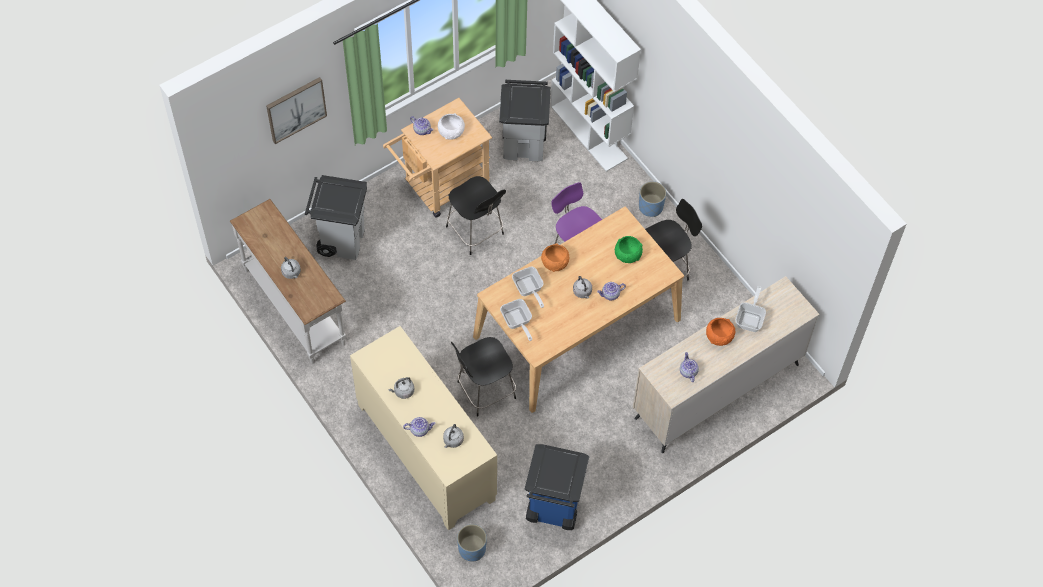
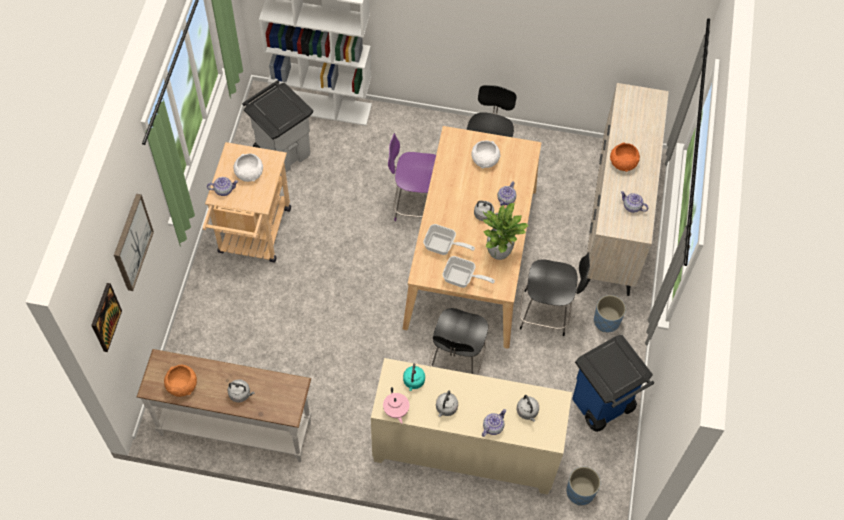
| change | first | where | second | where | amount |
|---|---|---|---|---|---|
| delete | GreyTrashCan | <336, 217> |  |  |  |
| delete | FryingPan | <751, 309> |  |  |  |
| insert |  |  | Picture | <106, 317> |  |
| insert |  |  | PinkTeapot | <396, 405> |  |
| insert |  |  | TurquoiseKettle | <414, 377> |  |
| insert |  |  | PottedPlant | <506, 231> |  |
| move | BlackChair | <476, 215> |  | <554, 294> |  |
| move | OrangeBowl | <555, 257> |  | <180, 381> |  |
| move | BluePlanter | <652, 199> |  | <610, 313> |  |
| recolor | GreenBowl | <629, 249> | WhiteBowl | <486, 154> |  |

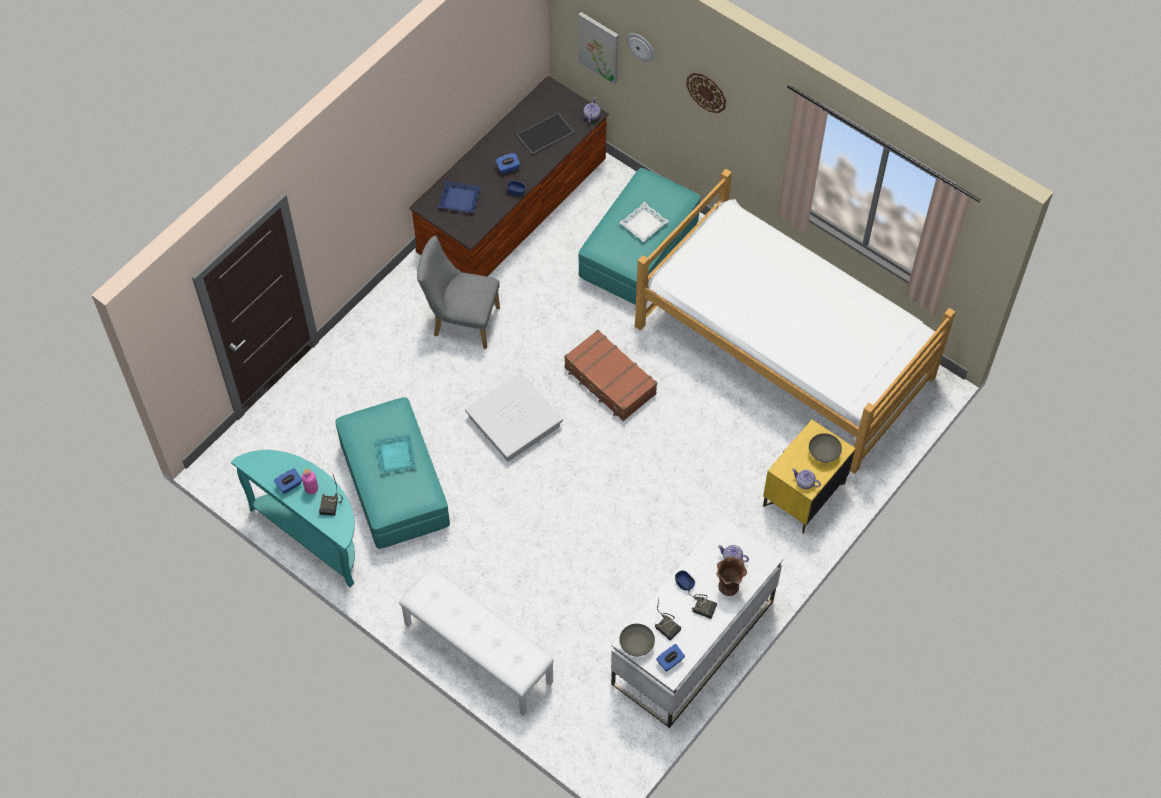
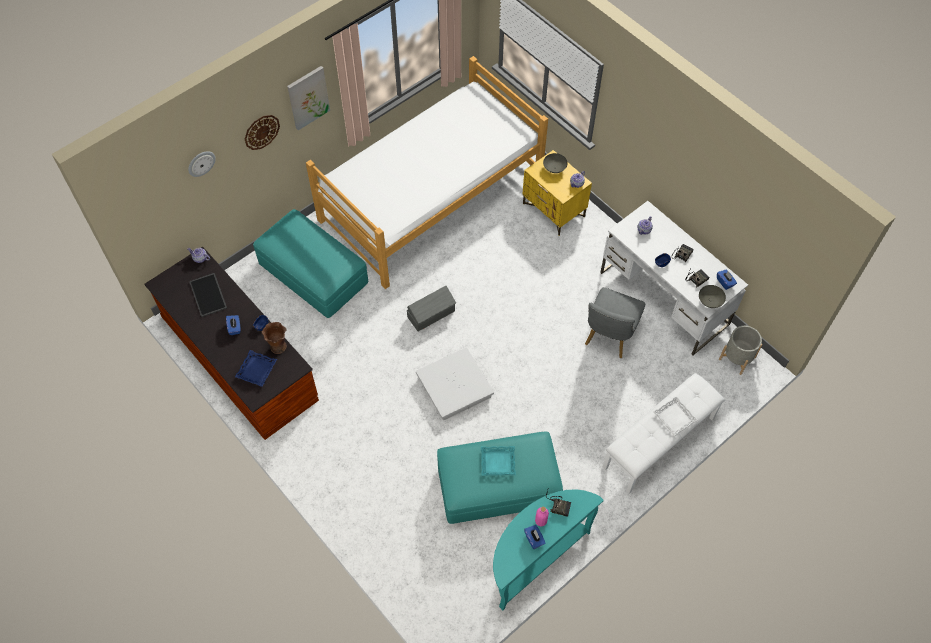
| change | first | where | second | where | amount |
|---|---|---|---|---|---|
| insert |  |  | GreyPlanter | <740, 350> |  |
| move | GreyChair | <458, 292> |  | <615, 322> |  |
| move | Picture | <598, 48> |  | <308, 98> |  |
| move | WhiteTray | <643, 222> |  | <675, 416> |  |
| move | BrownVase | <732, 576> |  | <274, 338> |  |
| replace | BrownSuitcase | <610, 375> | GreyStorageBox | <431, 308> |  |

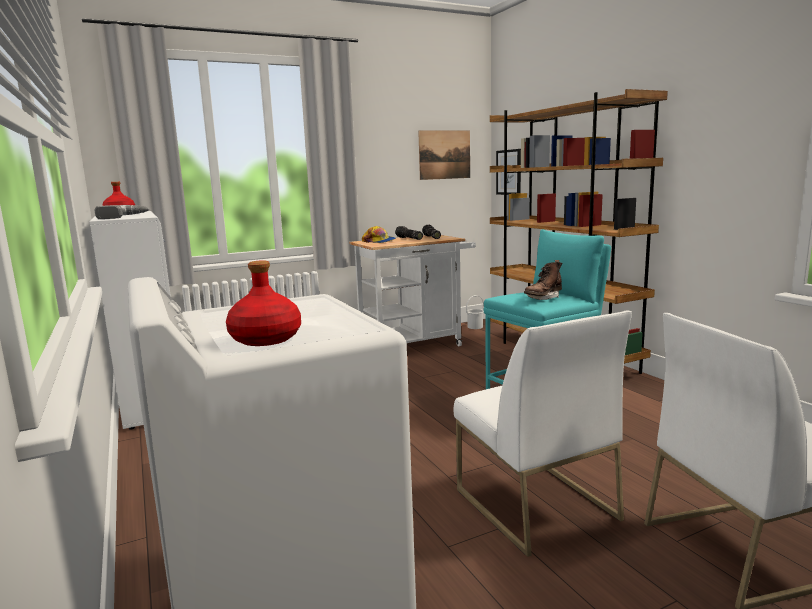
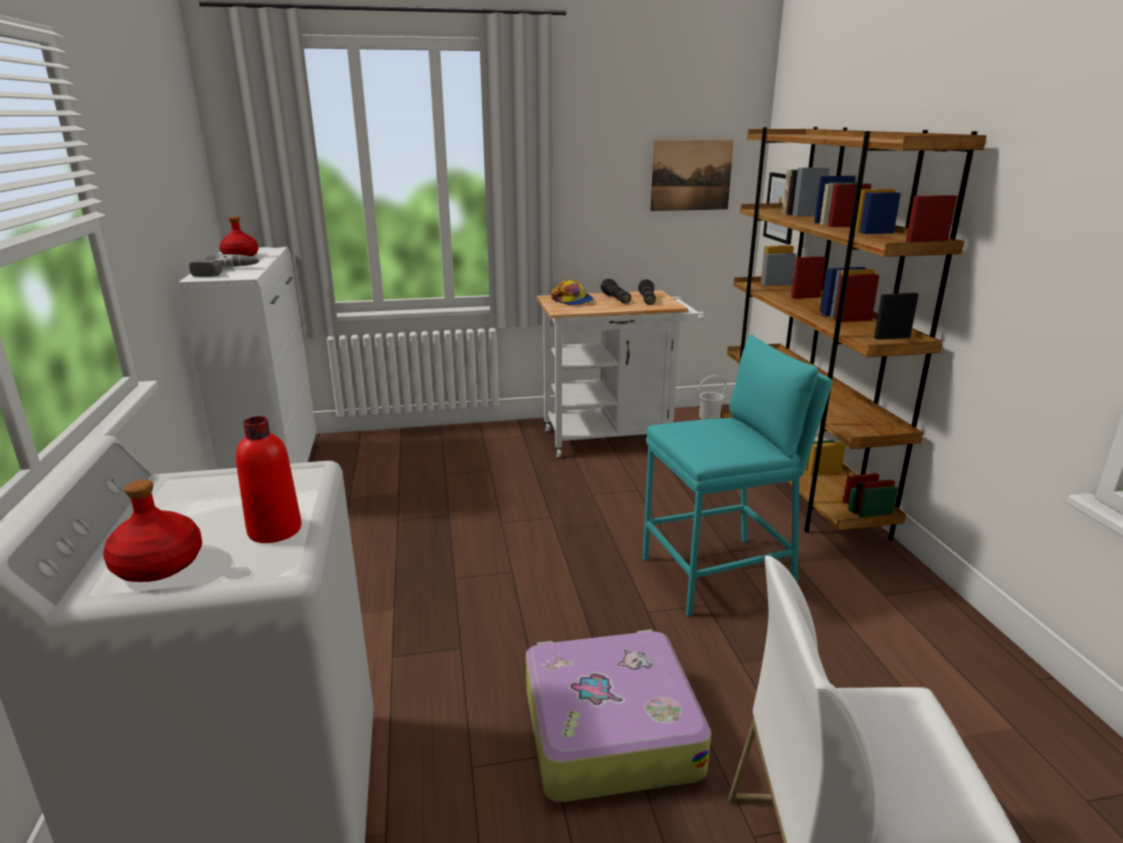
| change | first | where | second | where | amount |
|---|---|---|---|---|---|
| delete | BrownBoot | <543, 280> |  |  |  |
| insert |  |  | RedBottle | <269, 479> |  |
| replace | WhiteChair | <543, 434> | Suitcase | <618, 715> |  |

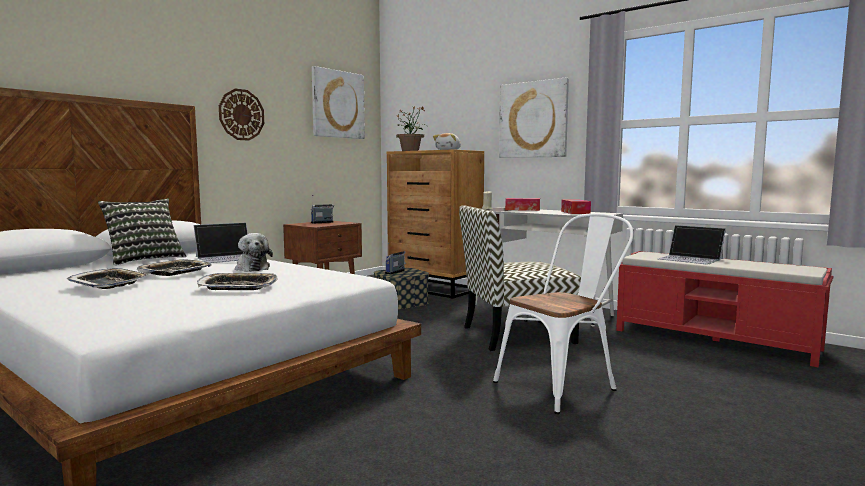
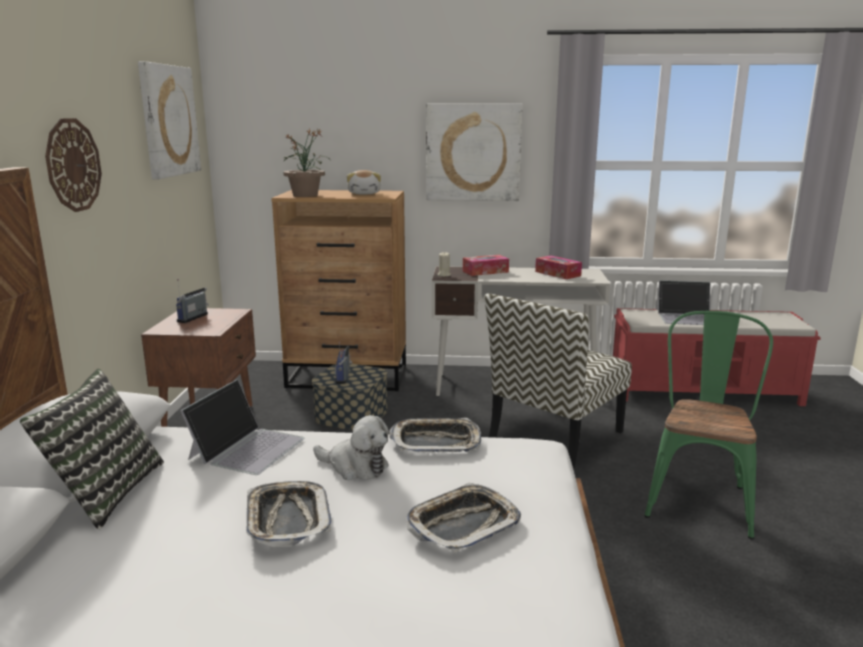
| change | first | where | second | where | amount |
|---|---|---|---|---|---|
| move | Tray | <107, 278> |  | <435, 435> |  |
| recolor | WhiteChair | <563, 313> | GreenChair | <708, 425> |  |

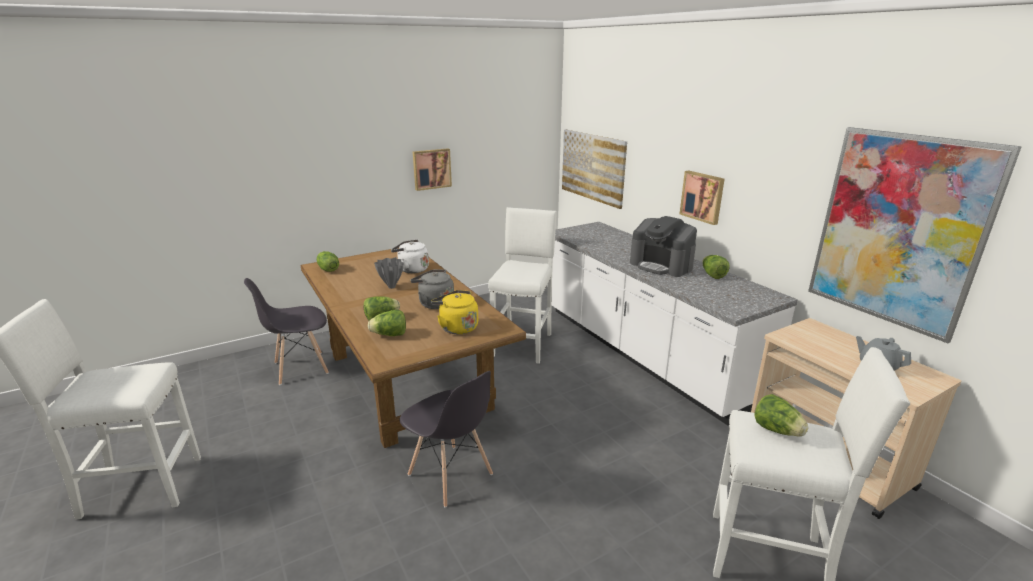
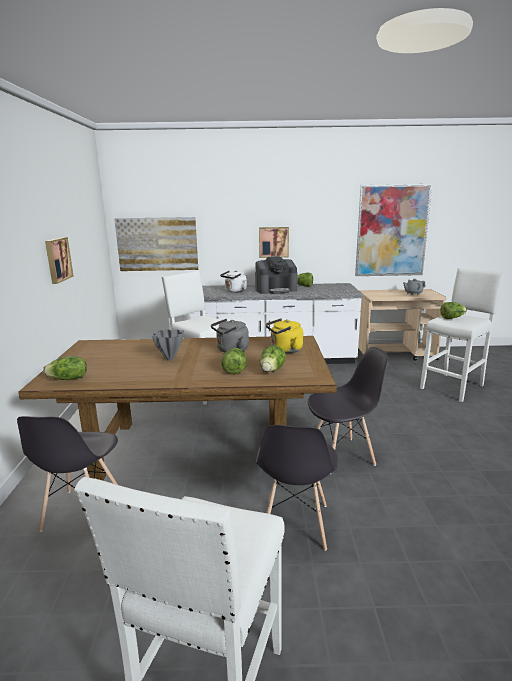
| change | first | where | second | where | amount |
|---|---|---|---|---|---|
| insert |  |  | GreyChair | <297, 488> |  |
| move | WhiteKettle | <410, 256> |  | <233, 281> |  |

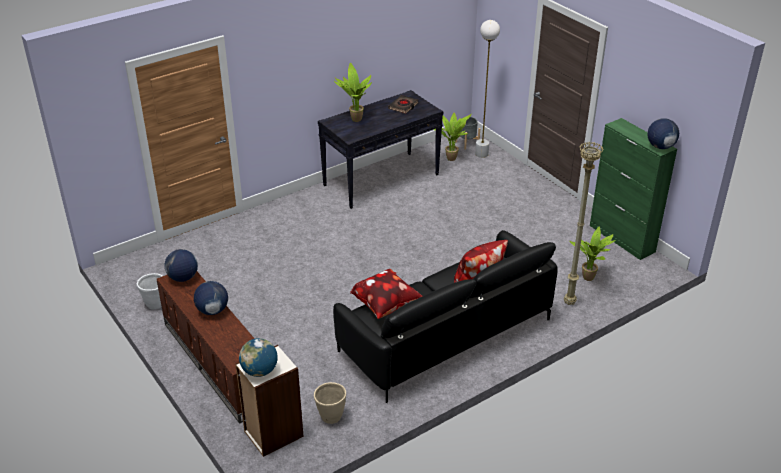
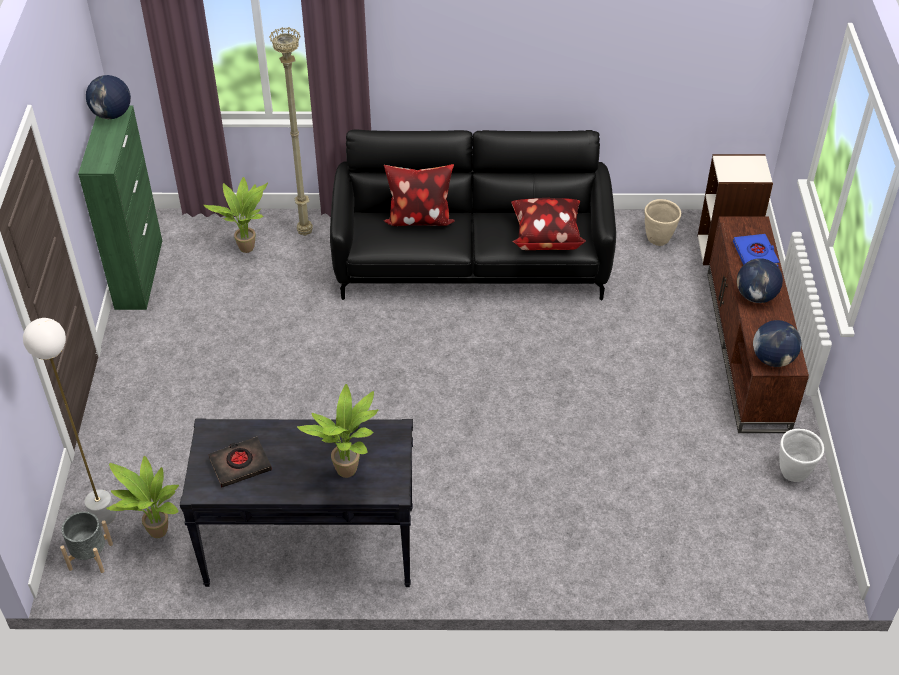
| change | first | where | second | where | amount |
|---|---|---|---|---|---|
| delete | Globe | <258, 357> |  |  |  |
| insert |  |  | BlueBook | <756, 250> |  |

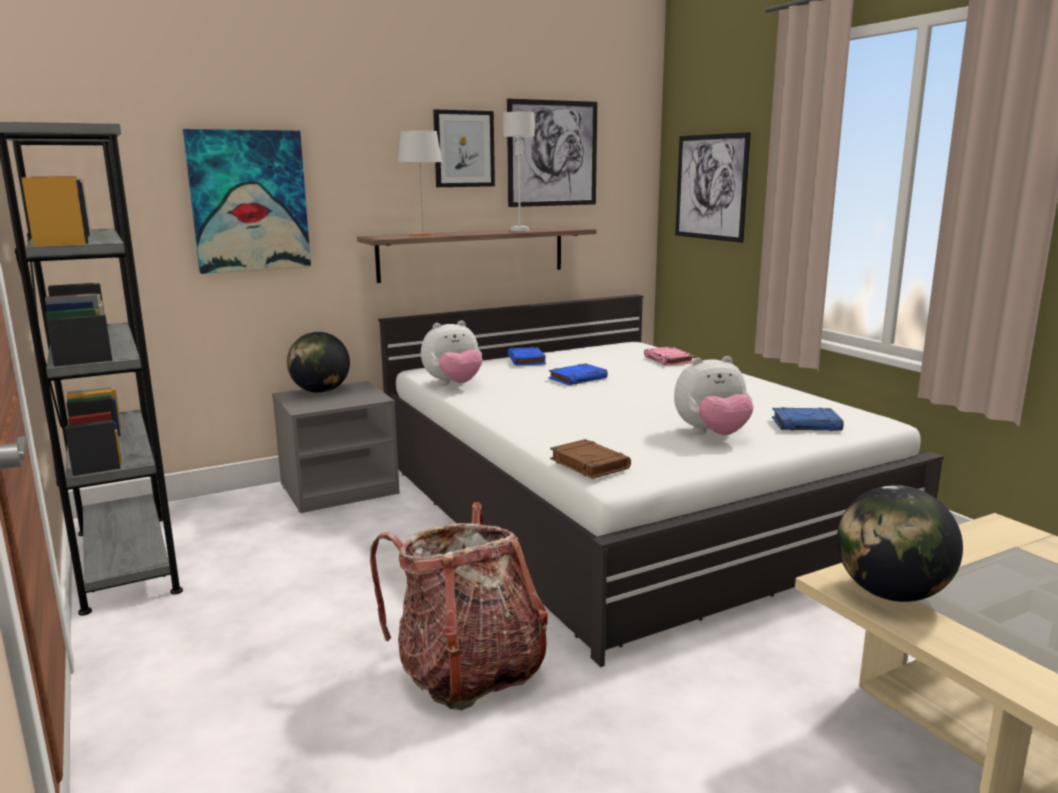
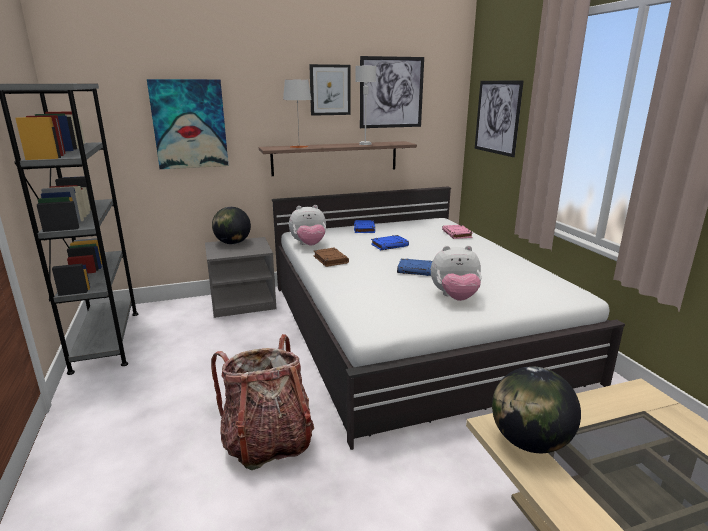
| change | first | where | second | where | amount |
|---|---|---|---|---|---|
| move | BrownBook | <590, 459> |  | <331, 257> |  |
| move | BlueBook | <807, 419> |  | <414, 267> |  |

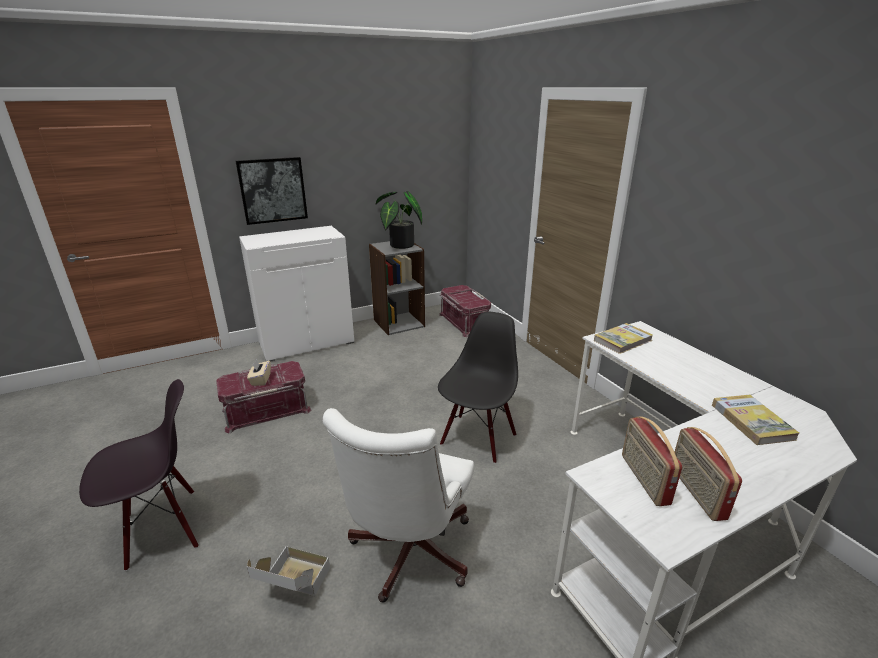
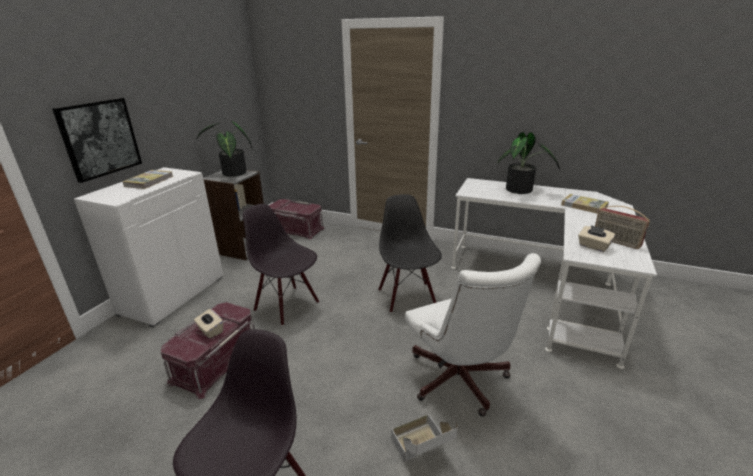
| change | first | where | second | where | amount |
|---|---|---|---|---|---|
| insert |  |  | BlackChair | <281, 265> |  |
| insert |  |  | PottedPlant | <528, 163> |  |
| move | Book | <623, 338> |  | <148, 179> |  |
| replace | Radio | <652, 461> | BeigeTissueBox | <597, 238> |  |

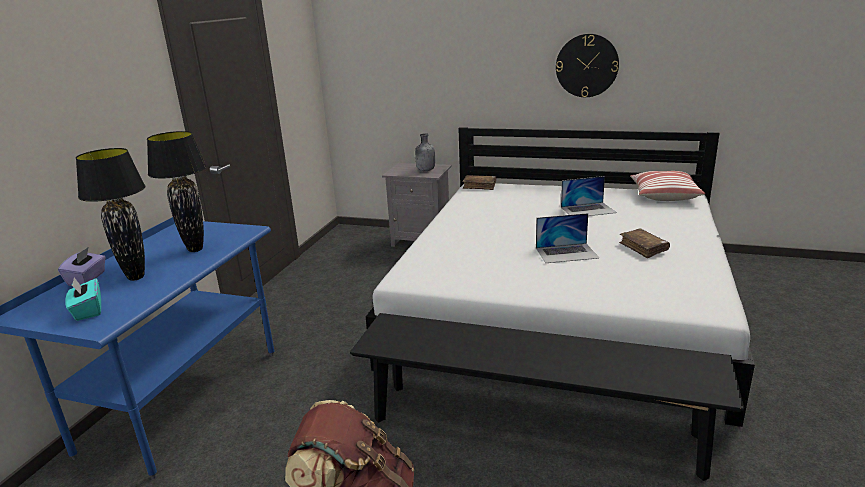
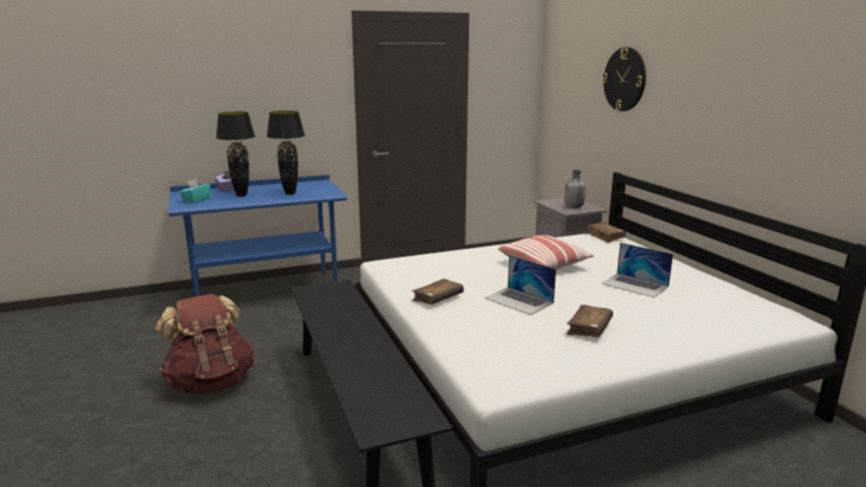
| change | first | where | second | where | amount |
|---|---|---|---|---|---|
| insert |  |  | BrownBook | <438, 292> |  |
| move | WallClock | <587, 65> |  | <624, 79> |  |
| move | Pillow | <667, 186> |  | <546, 252> |  |

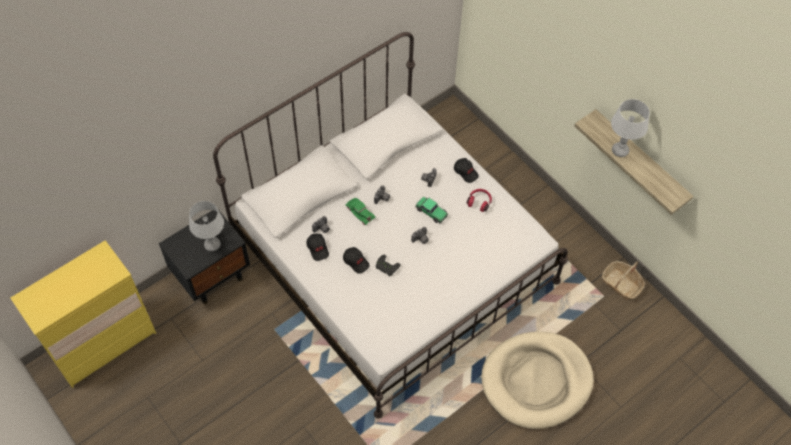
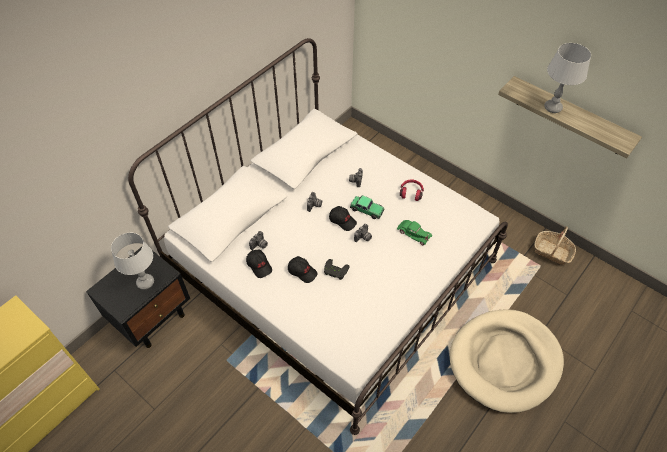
| change | first | where | second | where | amount |
|---|---|---|---|---|---|
| move | GreenToyCar | <361, 211> |  | <414, 232> |  |
| move | BlackCap | <466, 170> |  | <343, 218> |  |

